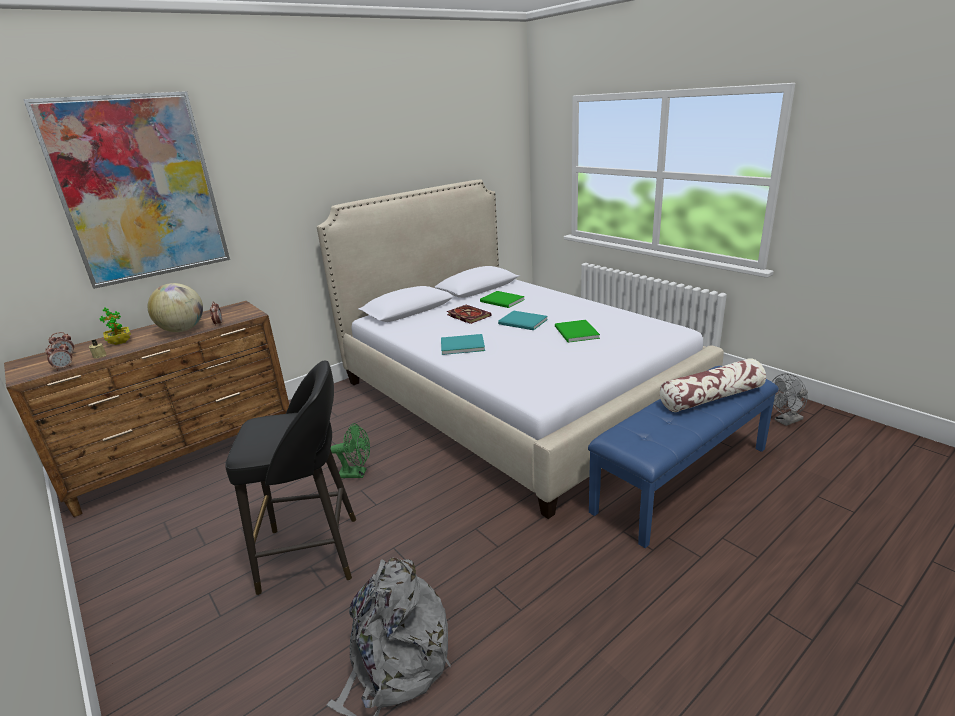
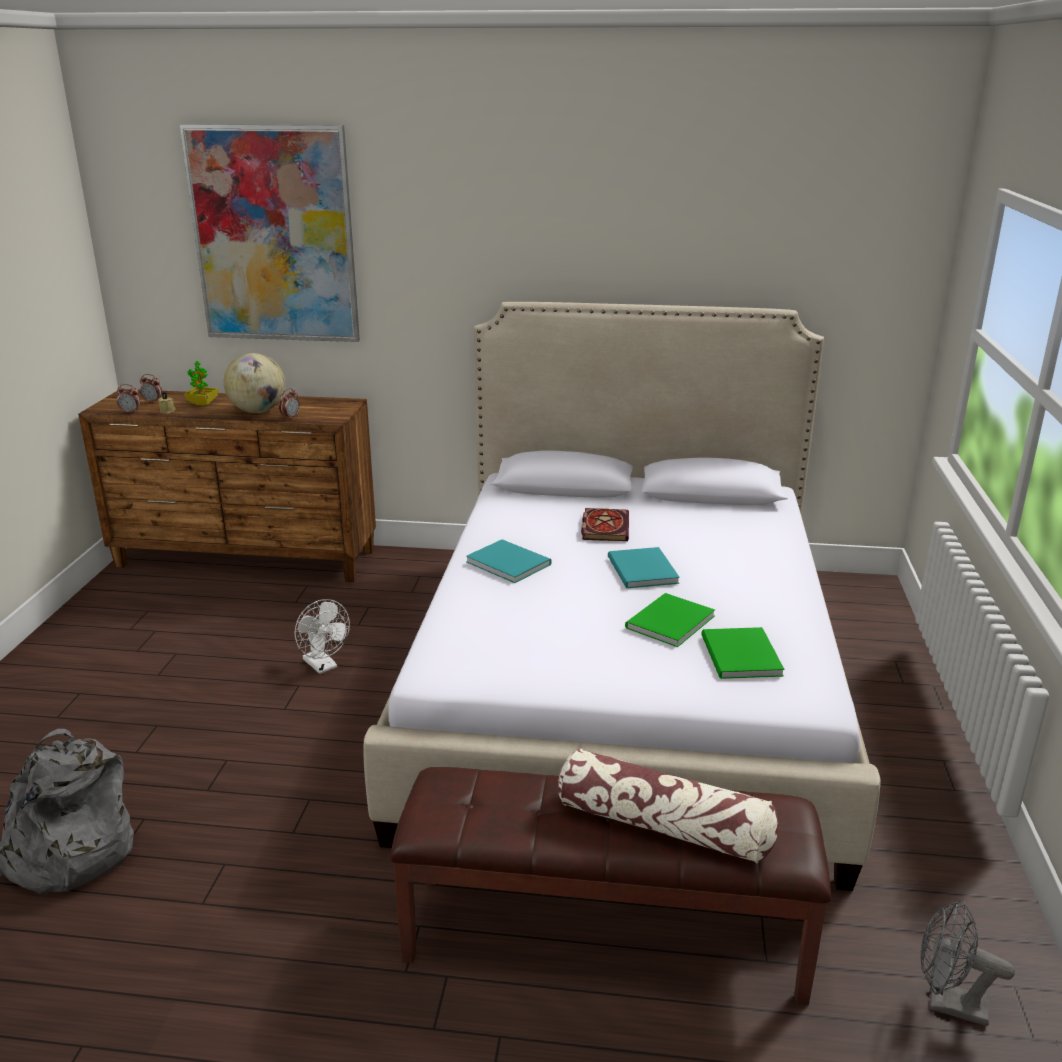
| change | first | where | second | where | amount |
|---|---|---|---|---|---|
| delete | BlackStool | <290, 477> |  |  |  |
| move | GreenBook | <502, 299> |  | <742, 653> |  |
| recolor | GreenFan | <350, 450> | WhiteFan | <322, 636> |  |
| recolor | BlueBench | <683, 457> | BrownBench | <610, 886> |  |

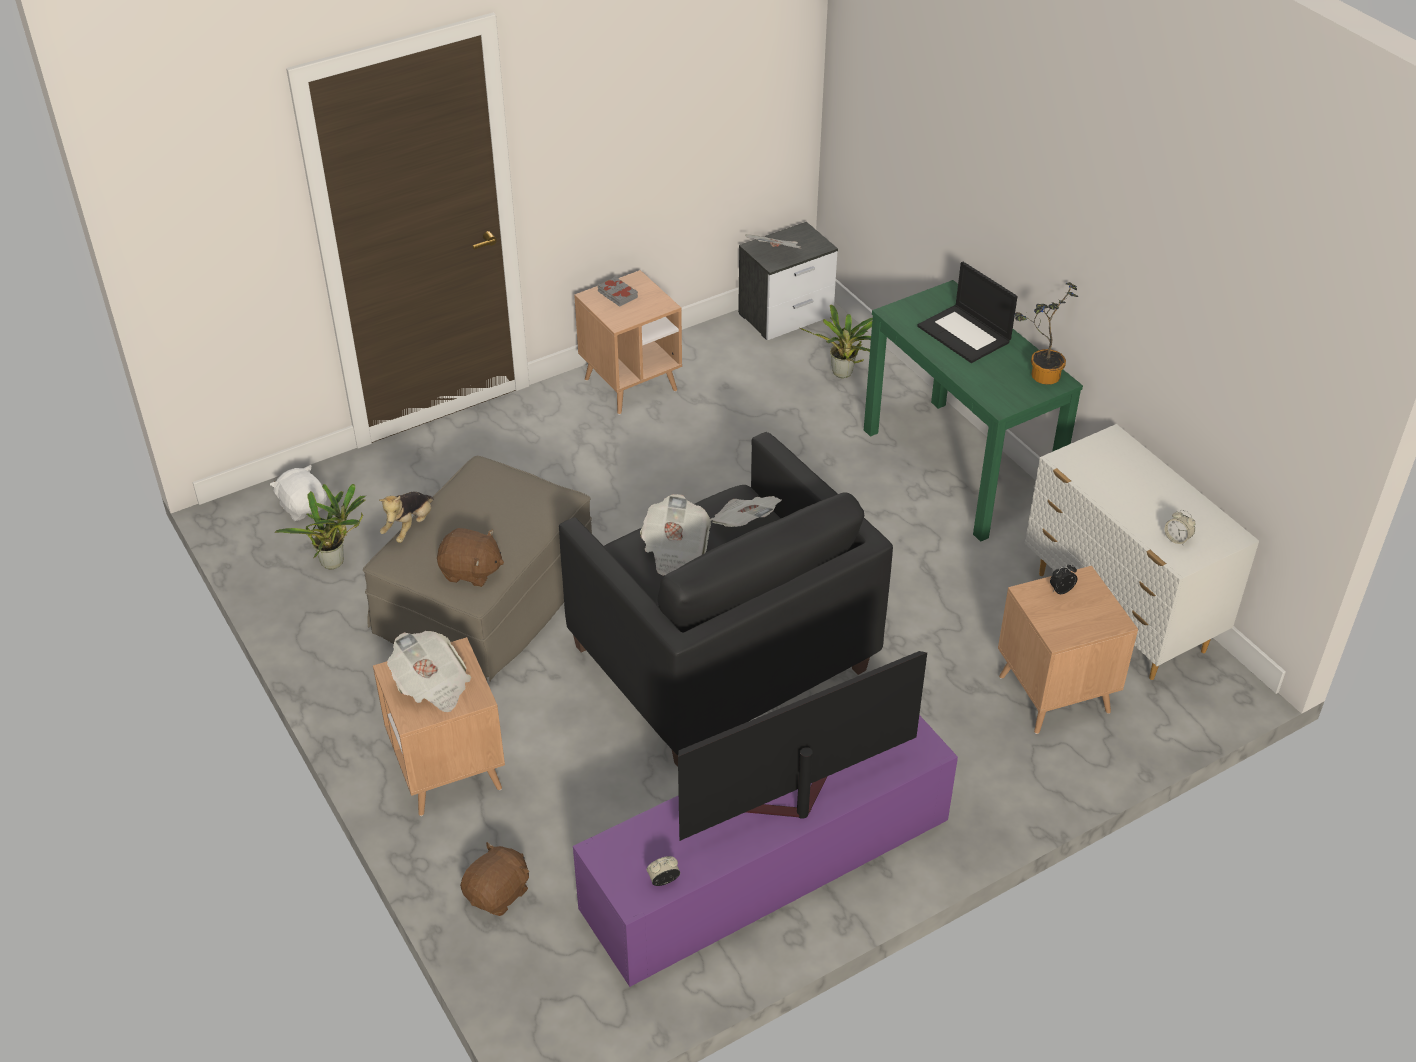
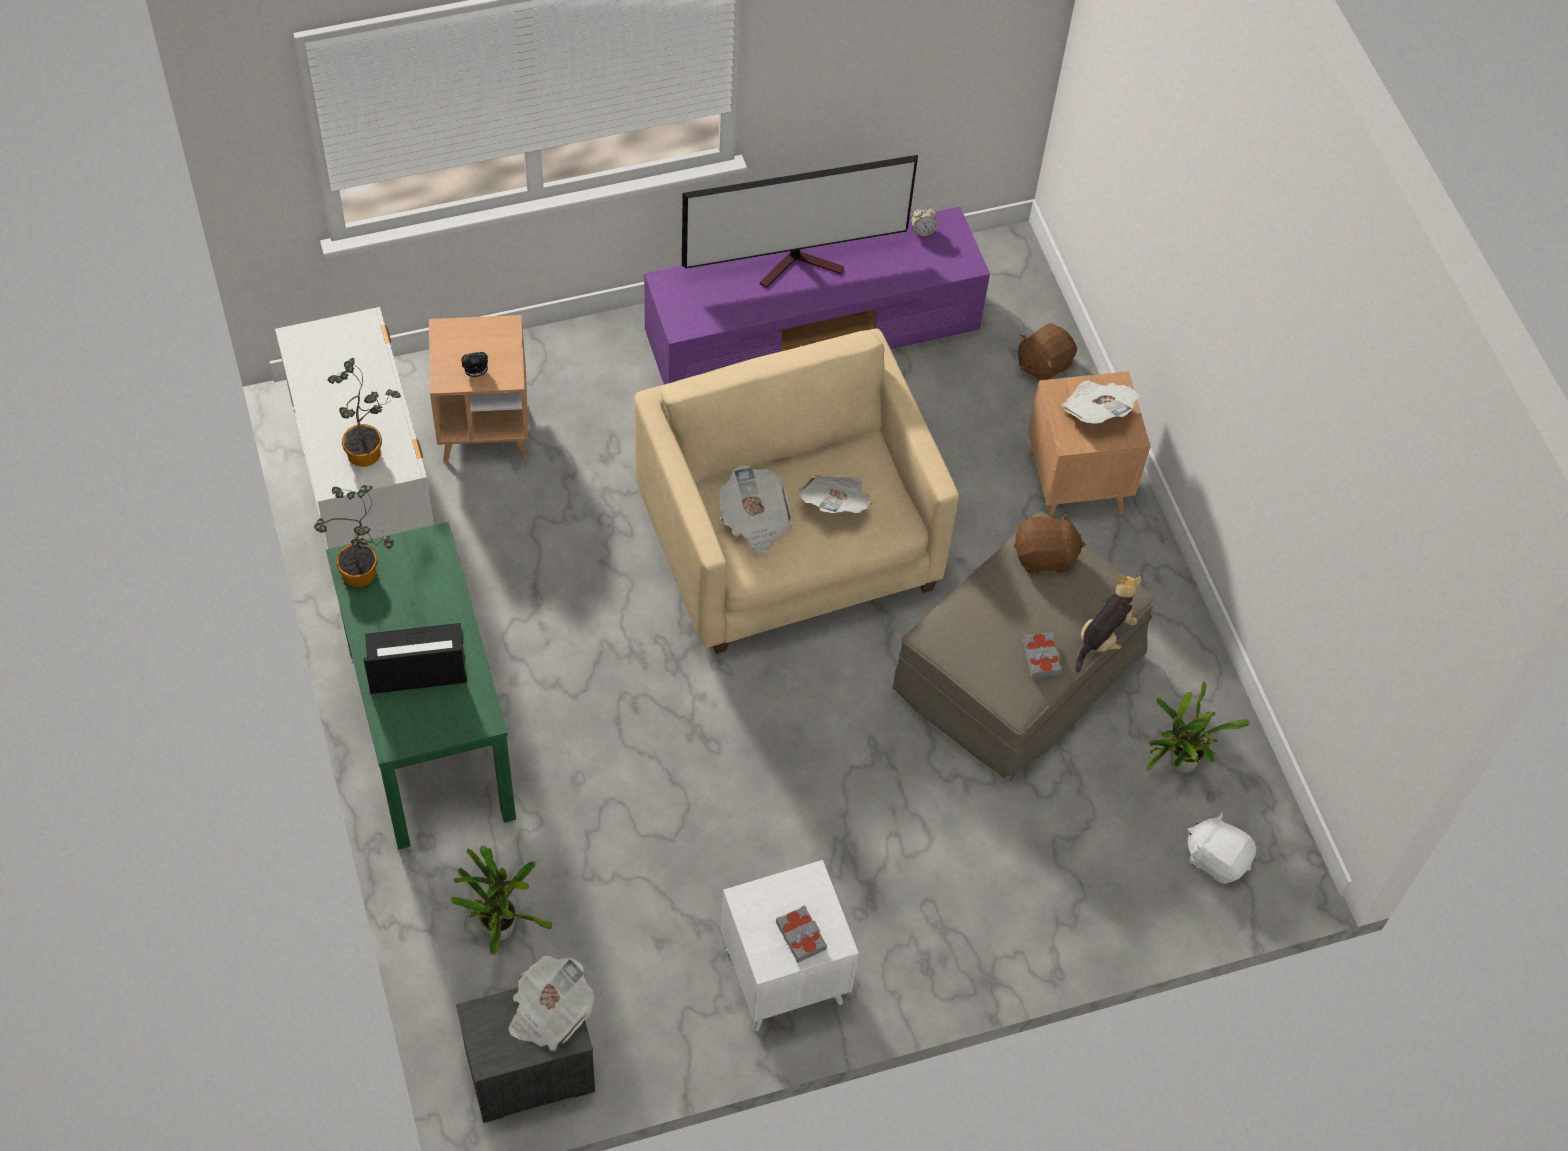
| change | first | where | second | where | amount |
|---|---|---|---|---|---|
| delete | AlarmClock | <1180, 527> |  |  |  |
| insert |  |  | PottedPlant | <364, 412> |  |
| insert |  |  | GreyBook | <1042, 654> |  |
| recolor | BlackArmchair | <726, 599> | BeigeArmchair | <796, 491> |  |
| recolor | BrownSideTable | <628, 342> | WhiteSideTable | <790, 945> |  |
| rotate | WhitePlushToy | <298, 493> |  | <1222, 848> | 150 degrees clockwise |
| rotate | BrownPlushToy | <470, 557> |  | <1049, 542> | 150 degrees clockwise |
| rotate | Laptop | <967, 312> |  | <415, 658> | 75 degrees counterclockwise |

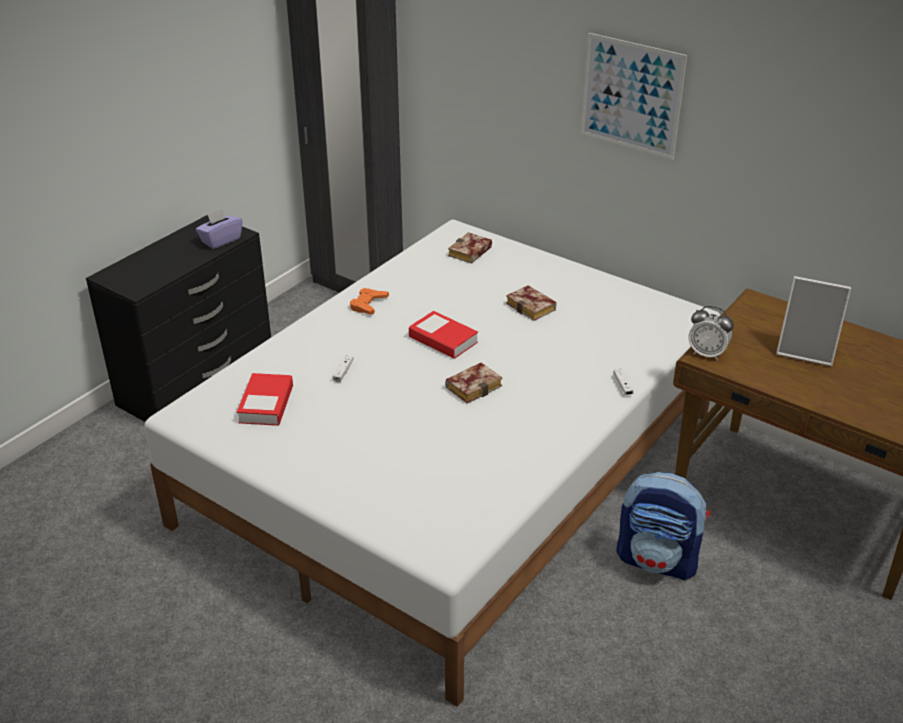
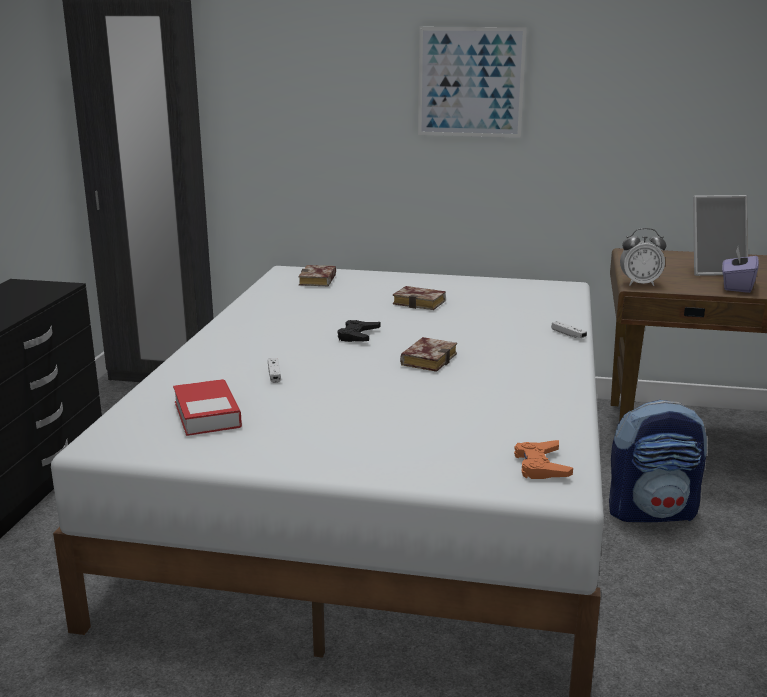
| change | first | where | second | where | amount |
|---|---|---|---|---|---|
| move | PurpleTissueBox | <219, 228> |  | <740, 270> |  |
| move | OrangeGameController | <369, 301> |  | <543, 459> |  |
| replace | Book | <443, 335> | BlackGameController | <358, 331> |  |

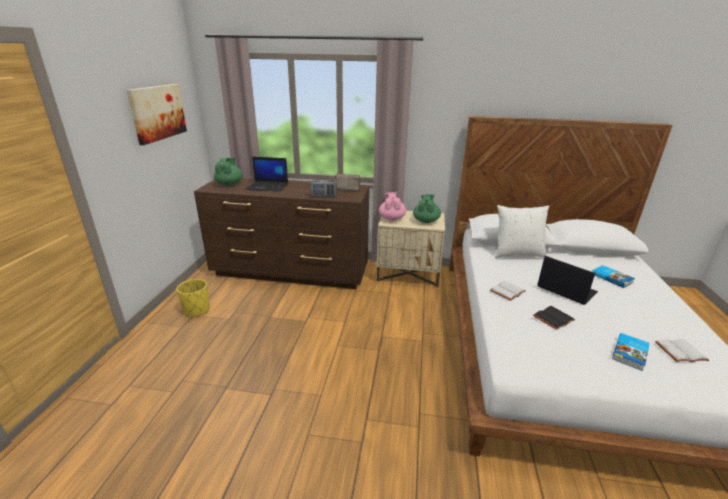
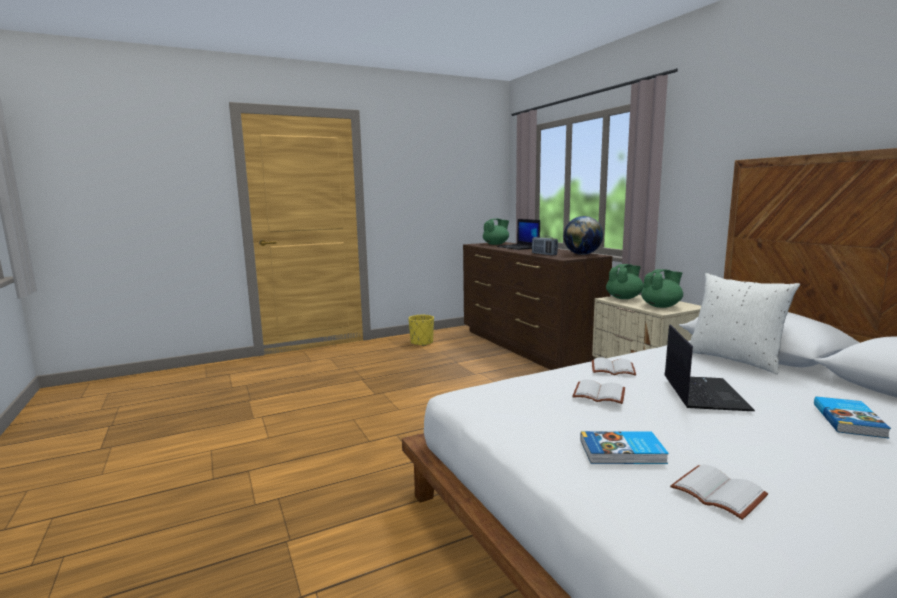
| change | first | where | second | where | amount |
|---|---|---|---|---|---|
| delete | Picture | <157, 114> |  |  |  |
| replace | Radio | <347, 182> | Globe | <583, 235> |  |
| recolor | PinkTeapot | <392, 206> | GreenTeapot | <625, 281> |  |
| recolor | BlackBook | <554, 318> | WhiteBook | <598, 391> |  |

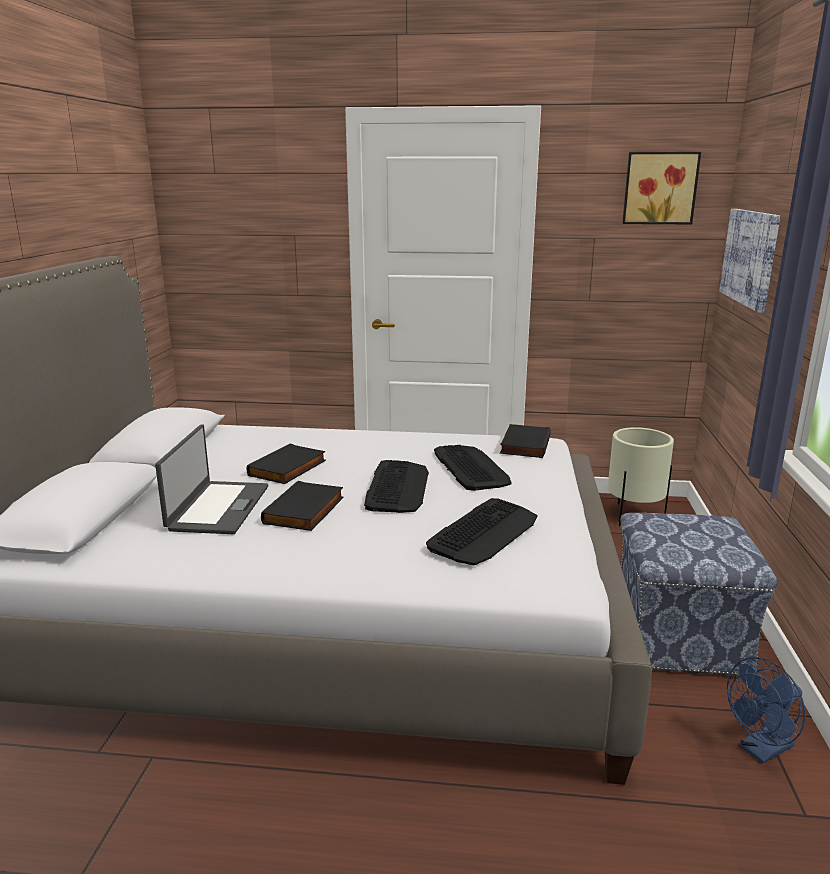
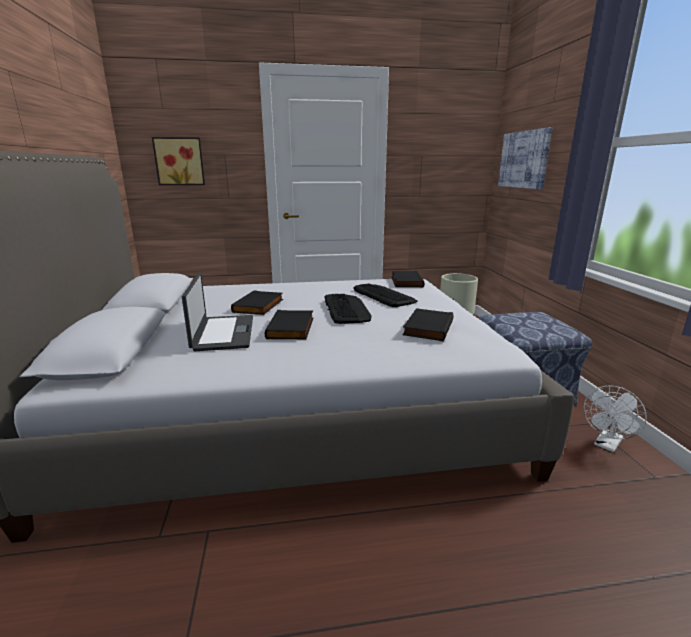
| change | first | where | second | where | amount |
|---|---|---|---|---|---|
| move | Picture | <661, 188> |  | <178, 161> |  |
| replace | Keyboard | <482, 531> | BlackBook | <428, 324> |  |
| recolor | BlueFan | <766, 710> | WhiteFan | <615, 418> |  |

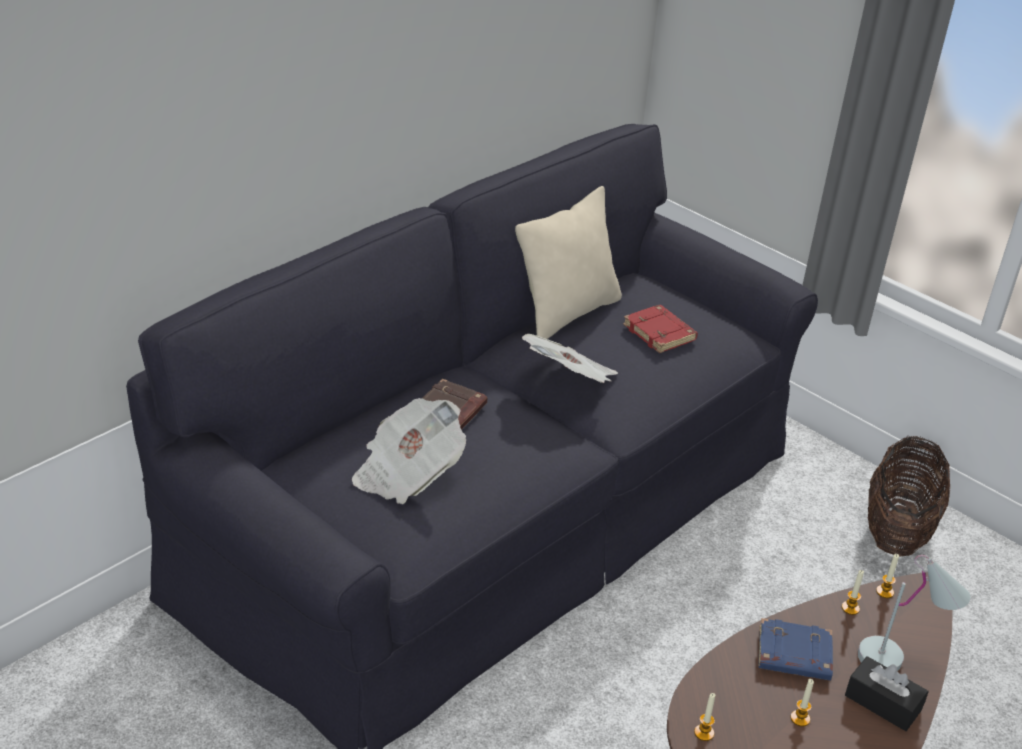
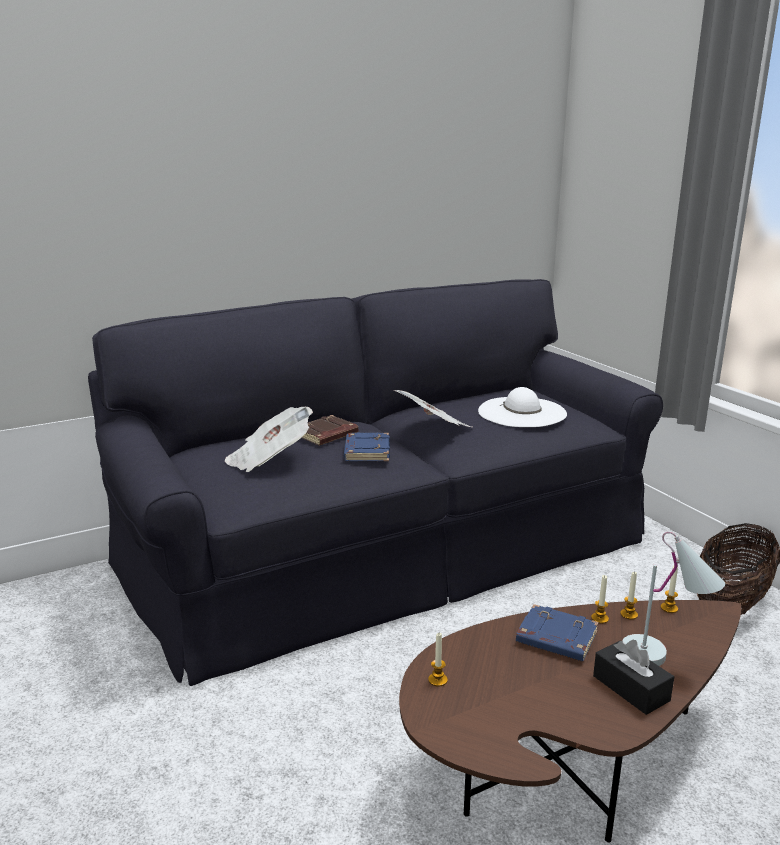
| change | first | where | second | where | amount |
|---|---|---|---|---|---|
| delete | BeigePillow | <568, 262> |  |  |  |
| insert |  |  | BlueBook | <367, 447> |  |
| move | Candle | <802, 703> |  | <600, 599> |  |
| replace | RedBook | <660, 329> | WhiteHat | <522, 407> |  |

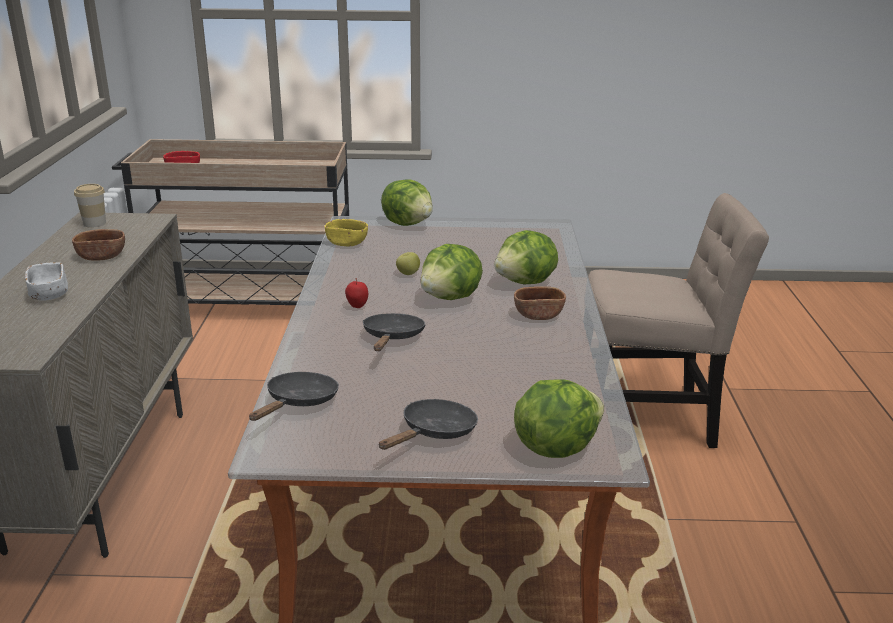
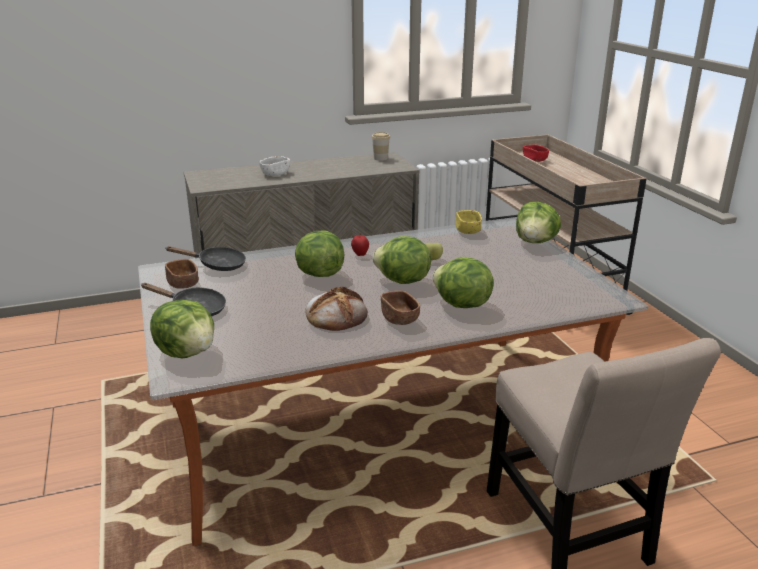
| change | first | where | second | where | amount |
|---|---|---|---|---|---|
| insert |  |  | Bread | <336, 309> |  |
| move | BrownBowl | <98, 245> |  | <182, 274> |  |
| replace | BlackFryingPan | <394, 332> | Lettuce | <319, 253> |  |

